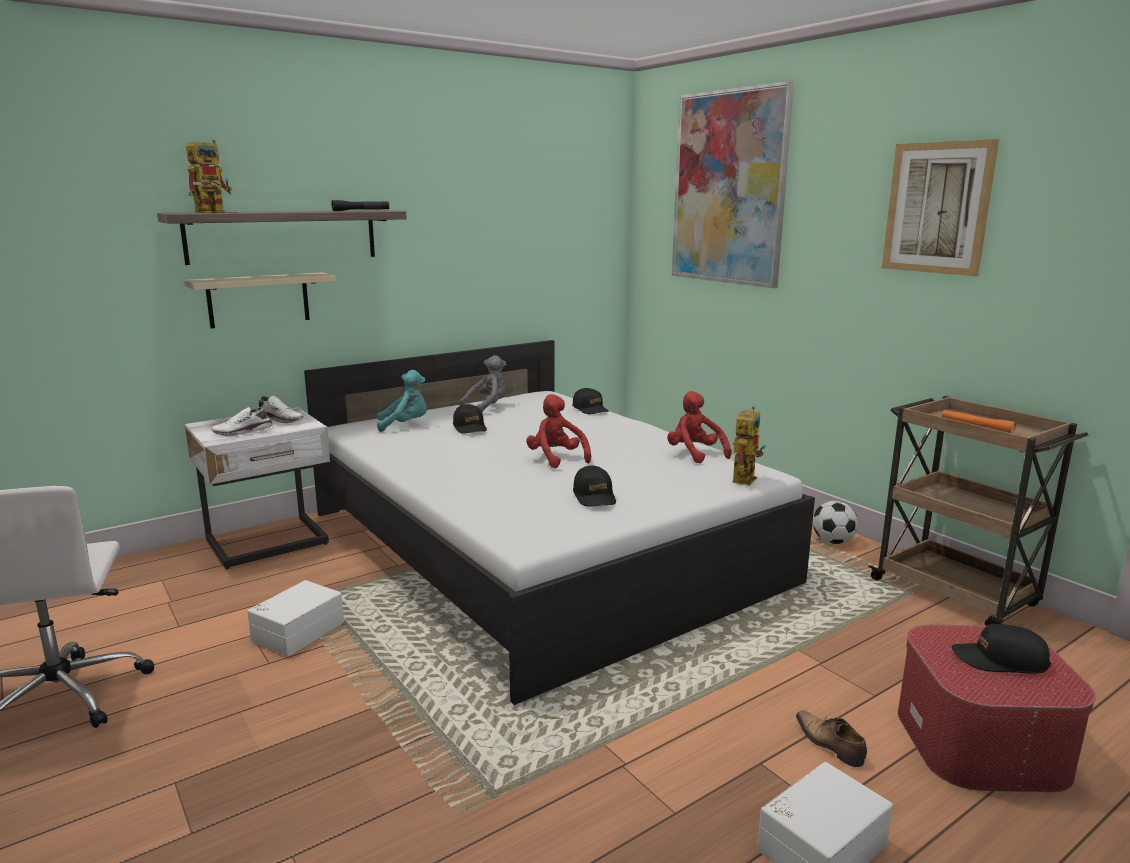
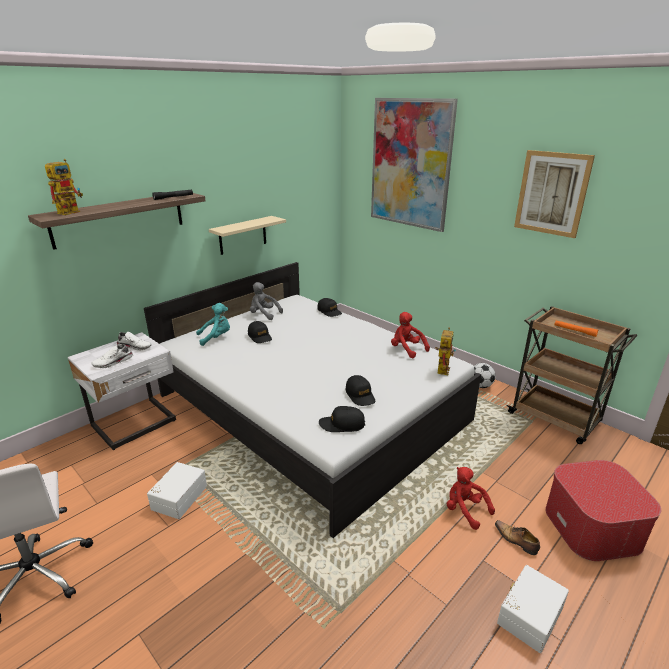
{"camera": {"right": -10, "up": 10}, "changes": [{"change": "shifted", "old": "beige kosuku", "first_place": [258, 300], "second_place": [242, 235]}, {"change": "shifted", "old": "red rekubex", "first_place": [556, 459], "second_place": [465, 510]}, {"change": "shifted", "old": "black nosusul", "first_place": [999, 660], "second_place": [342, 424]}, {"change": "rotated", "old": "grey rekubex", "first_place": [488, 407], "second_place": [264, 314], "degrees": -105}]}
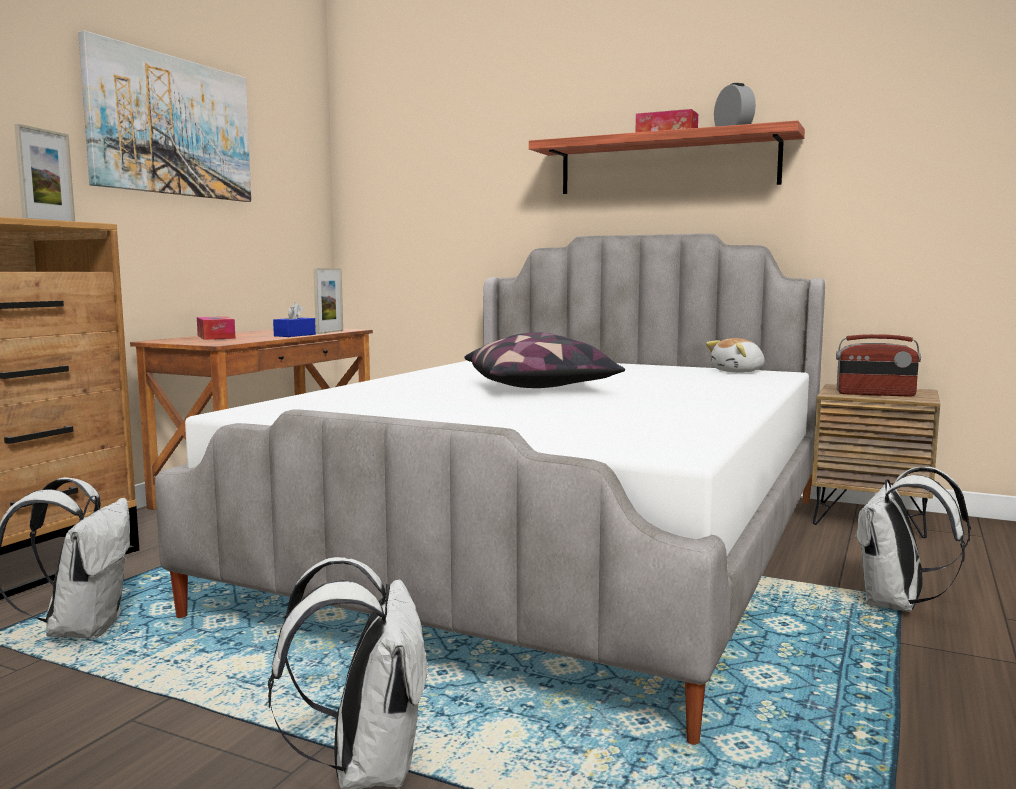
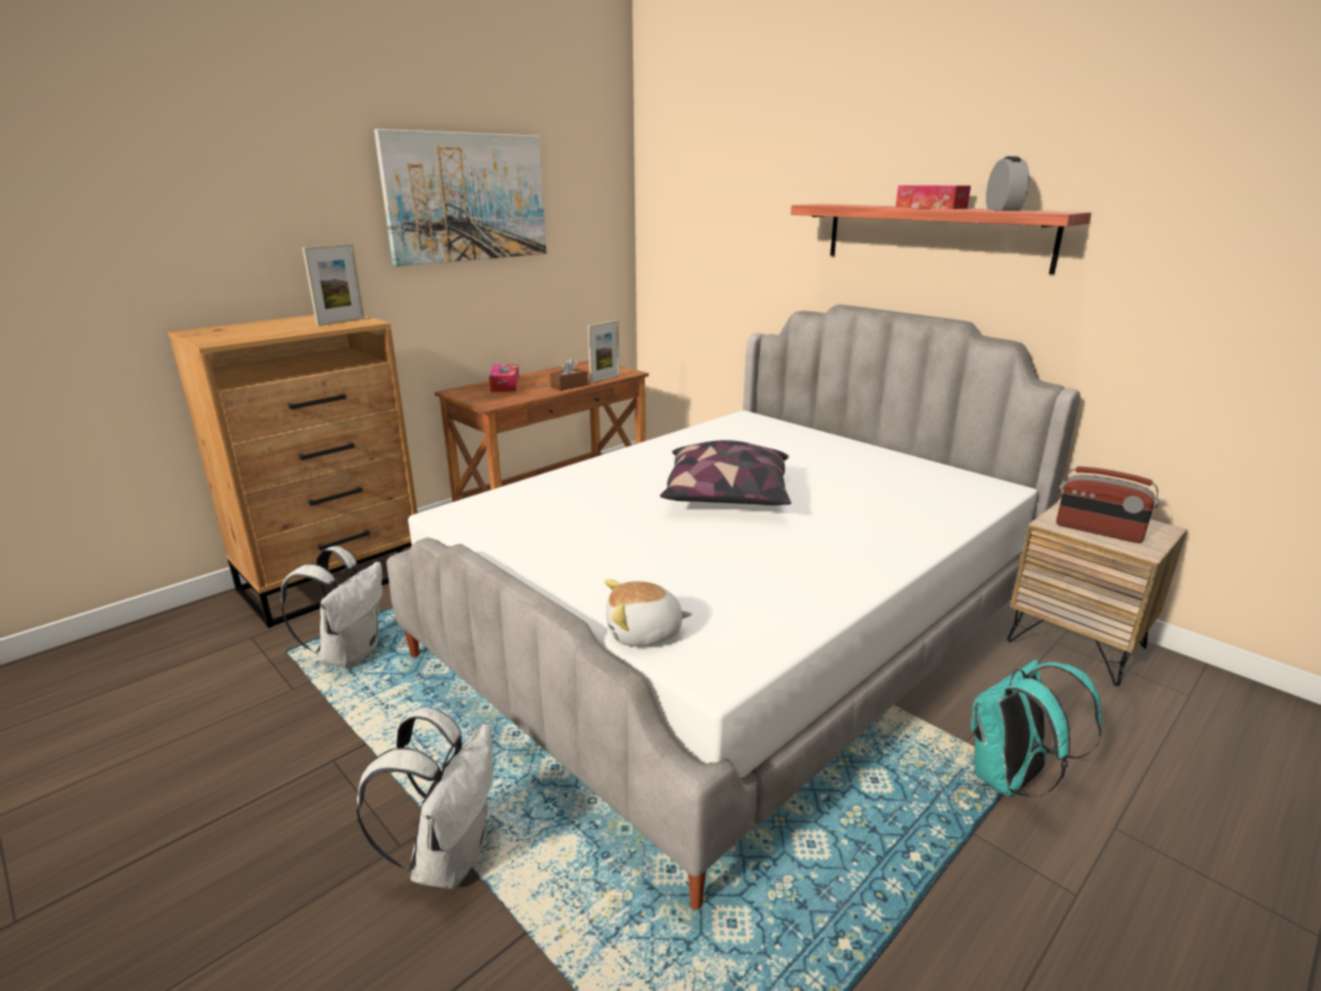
{"camera": {"right": 20, "up": 15}, "changes": [{"change": "shifted", "old": "rekubex", "first_place": [738, 372], "second_place": [644, 633]}, {"change": "repainted", "old": "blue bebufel", "new": "brown bebufel", "first_place": [295, 335], "second_place": [569, 386]}, {"change": "repainted", "old": "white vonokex", "new": "turquoise vonokex", "first_place": [897, 605], "second_place": [1010, 780]}]}
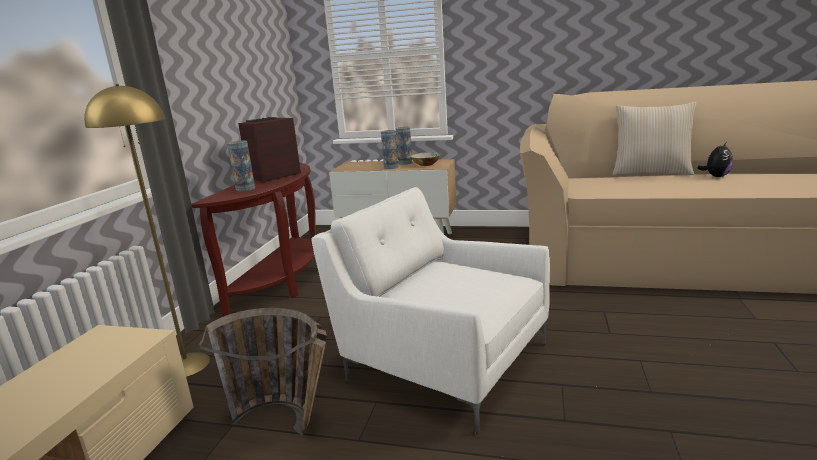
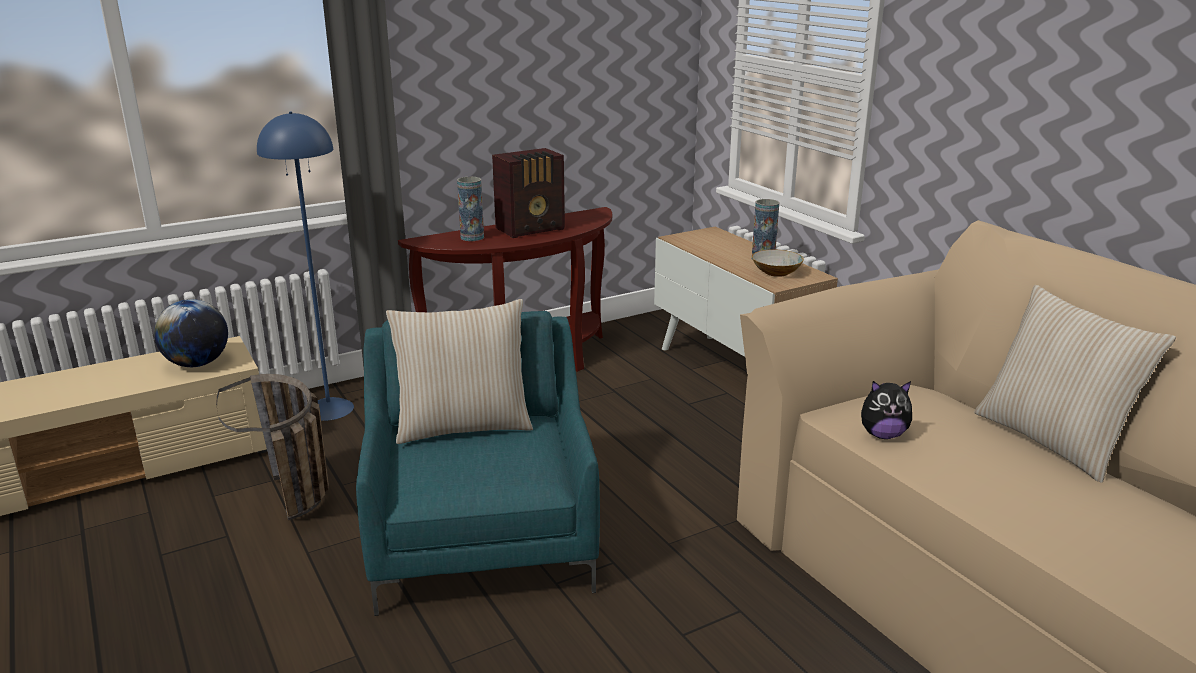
{"camera": {"right": 45, "up": 5}, "changes": [{"change": "gone", "old": "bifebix", "first_place": [391, 167]}, {"change": "new", "new": "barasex", "second_place": [197, 364]}, {"change": "new", "new": "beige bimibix", "second_place": [463, 426]}, {"change": "shifted", "old": "rekubex", "first_place": [716, 176], "second_place": [882, 435]}, {"change": "repainted", "old": "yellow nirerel", "new": "blue nirerel", "first_place": [186, 365], "second_place": [329, 409]}, {"change": "repainted", "old": "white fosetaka", "new": "turquoise fosetaka", "first_place": [442, 359], "second_place": [483, 536]}, {"change": "rotated", "old": "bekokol", "first_place": [273, 177], "second_place": [532, 229], "degrees": 150}]}
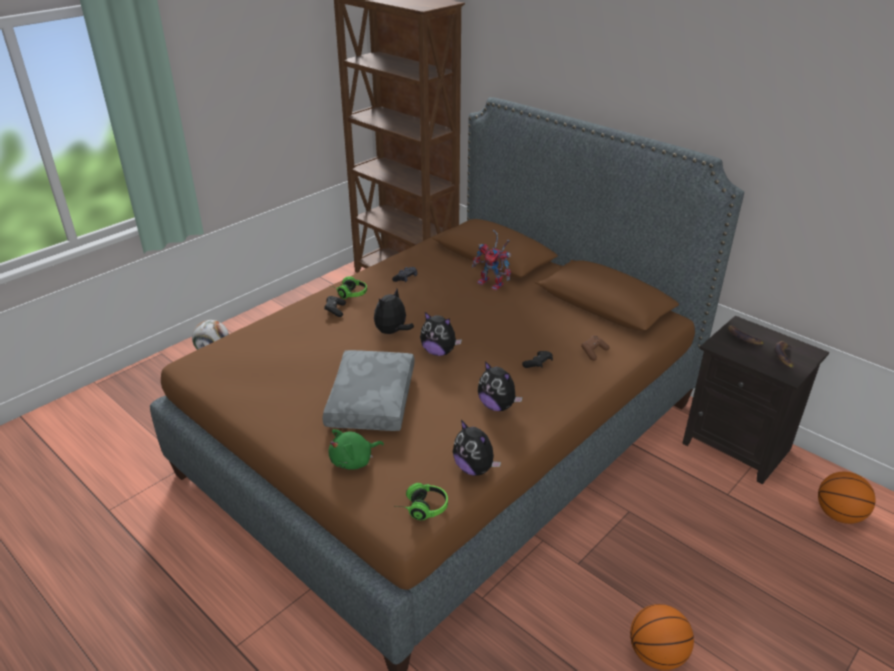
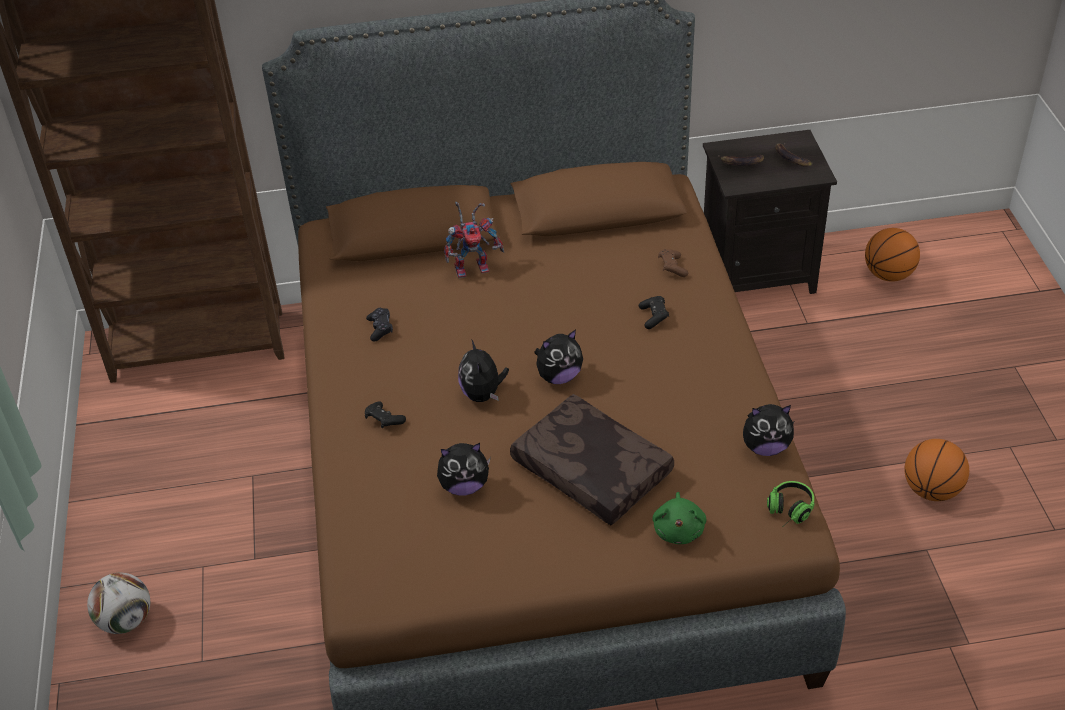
{"camera": {"right": -50, "up": 10}, "changes": [{"change": "gone", "old": "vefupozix", "first_place": [348, 293]}, {"change": "shifted", "old": "rekubex", "first_place": [497, 406], "second_place": [464, 486]}, {"change": "repainted", "old": "grey bimibix", "new": "brown bimibix", "first_place": [370, 399], "second_place": [589, 471]}]}
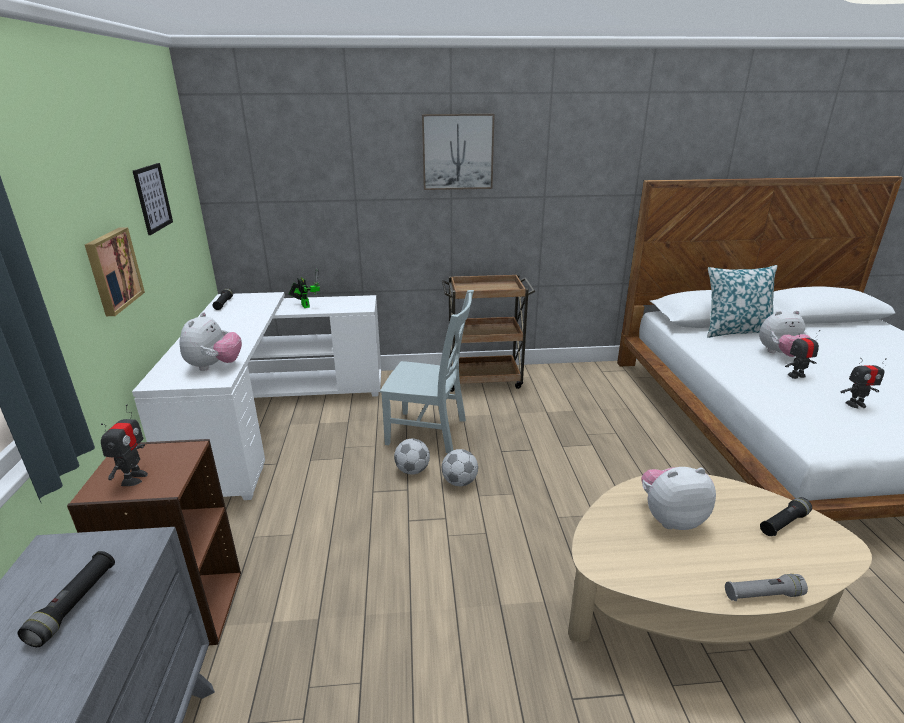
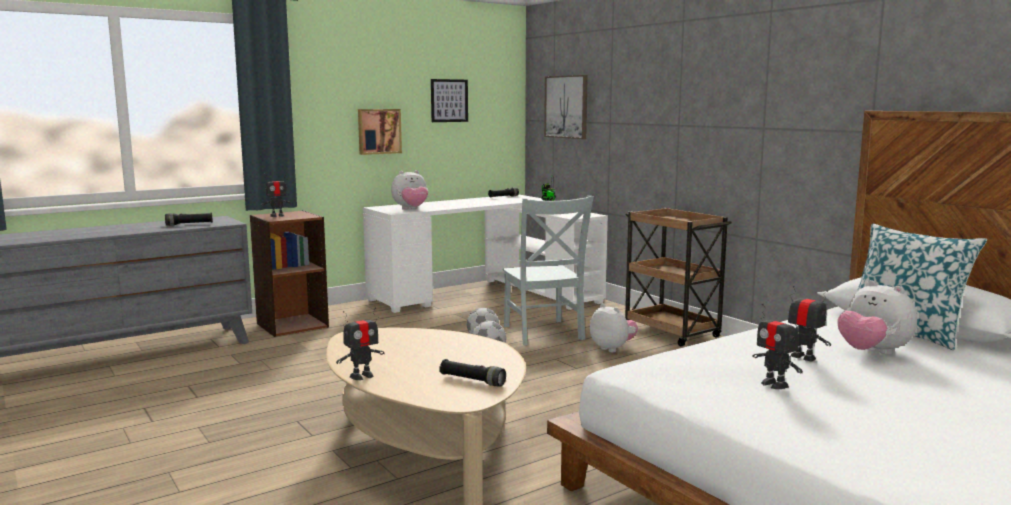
{"camera": {"right": 60, "up": -15}, "changes": [{"change": "shifted", "old": "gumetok", "first_place": [457, 152], "second_place": [566, 107]}, {"change": "shifted", "old": "rekubex", "first_place": [670, 518], "second_place": [613, 348]}, {"change": "swapped", "old": "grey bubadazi", "new": "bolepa", "first_place": [762, 595], "second_place": [362, 376]}]}
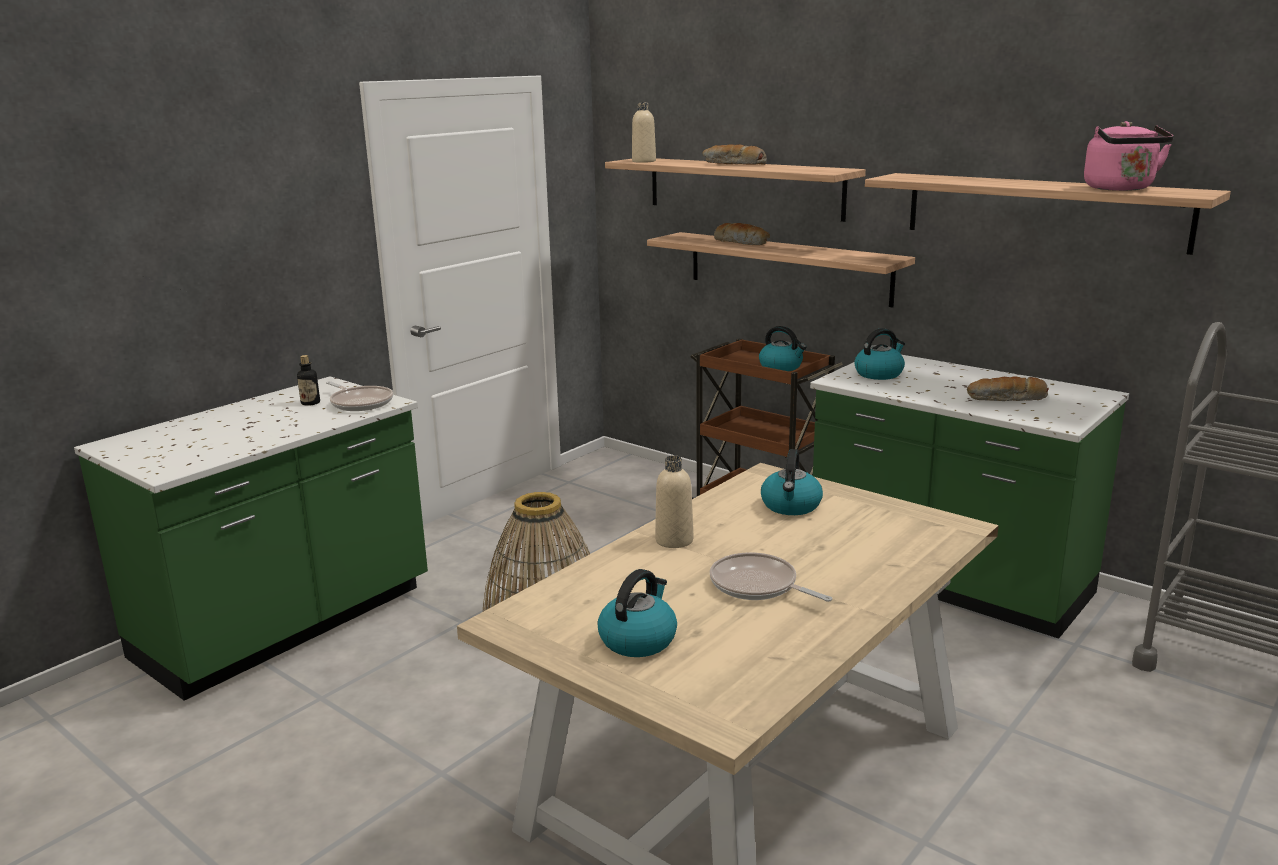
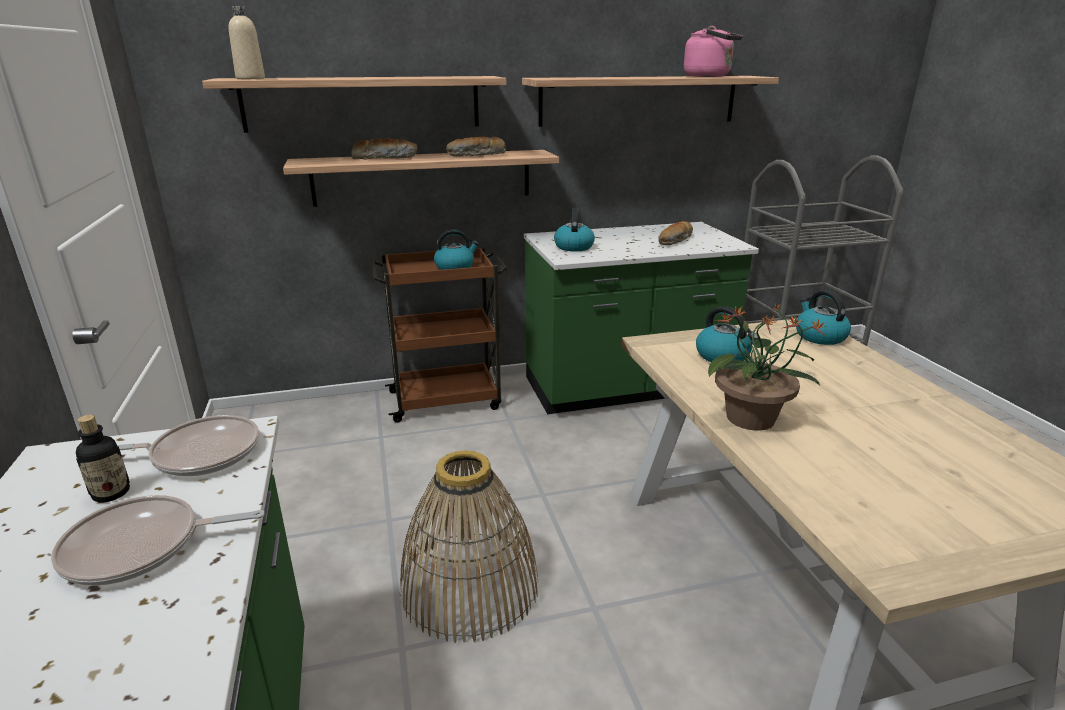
{"camera": {"right": -55, "up": 5}, "changes": [{"change": "shifted", "old": "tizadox", "first_place": [638, 639], "second_place": [819, 336]}, {"change": "shifted", "old": "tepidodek", "first_place": [733, 164], "second_place": [477, 155]}, {"change": "shifted", "old": "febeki", "first_place": [757, 586], "second_place": [141, 547]}, {"change": "swapped", "old": "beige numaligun", "new": "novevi", "first_place": [674, 540], "second_place": [752, 419]}]}
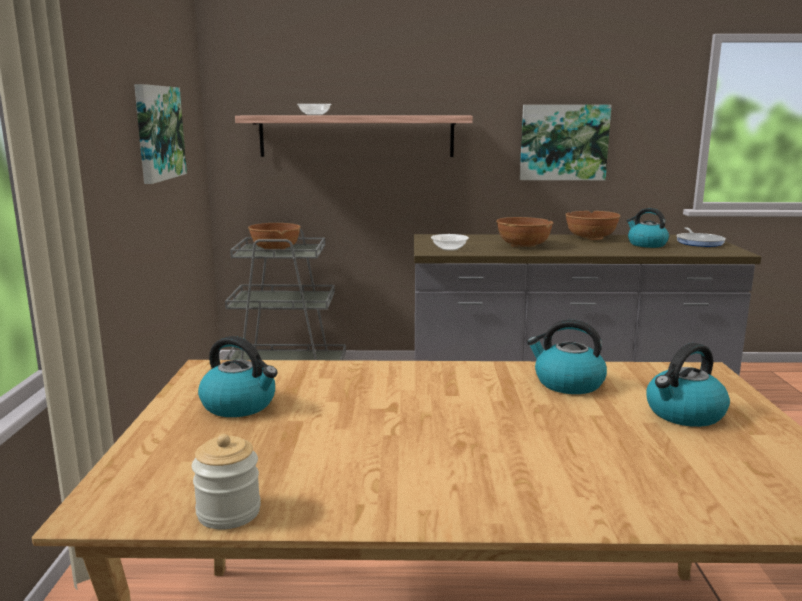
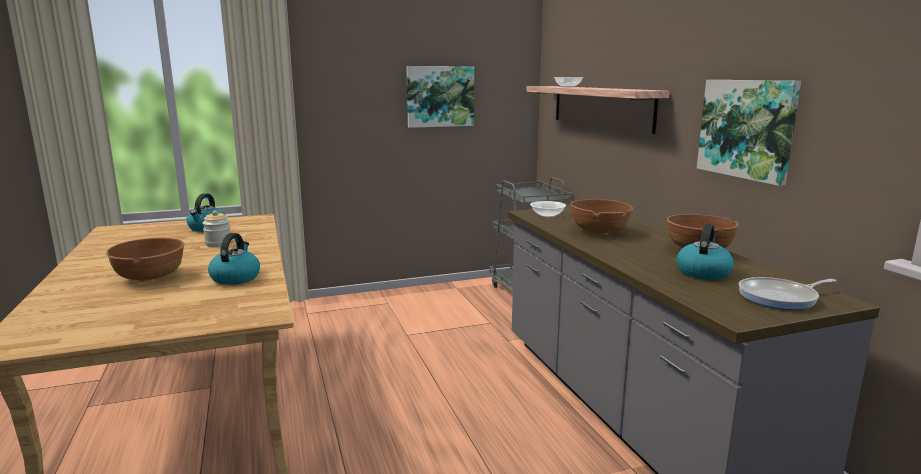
{"camera": {"right": 70, "up": 0}, "changes": [{"change": "gone", "old": "tizadox", "first_place": [684, 414]}, {"change": "shifted", "old": "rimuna", "first_place": [229, 512], "second_place": [218, 243]}, {"change": "shifted", "old": "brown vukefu", "first_place": [275, 249], "second_place": [150, 277]}]}
